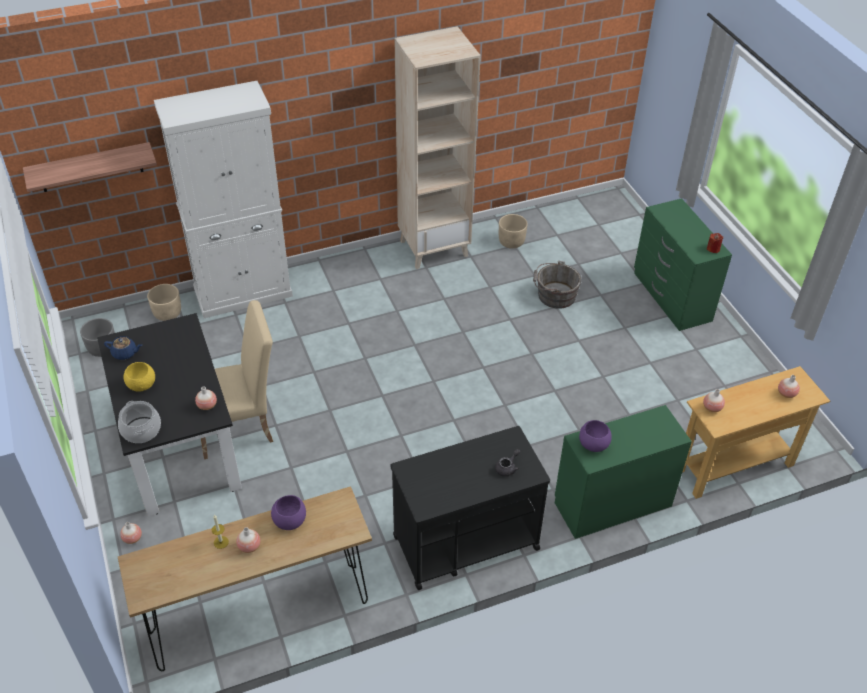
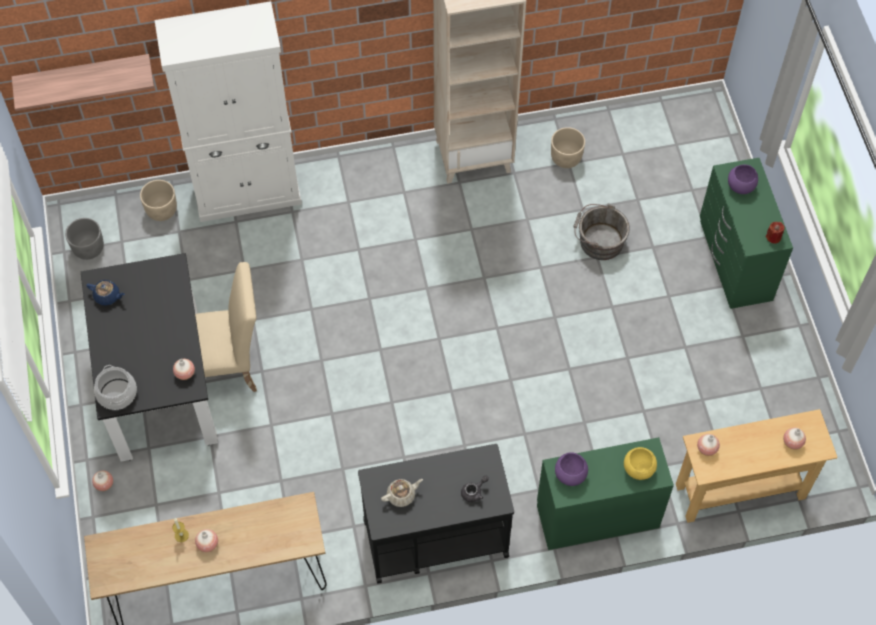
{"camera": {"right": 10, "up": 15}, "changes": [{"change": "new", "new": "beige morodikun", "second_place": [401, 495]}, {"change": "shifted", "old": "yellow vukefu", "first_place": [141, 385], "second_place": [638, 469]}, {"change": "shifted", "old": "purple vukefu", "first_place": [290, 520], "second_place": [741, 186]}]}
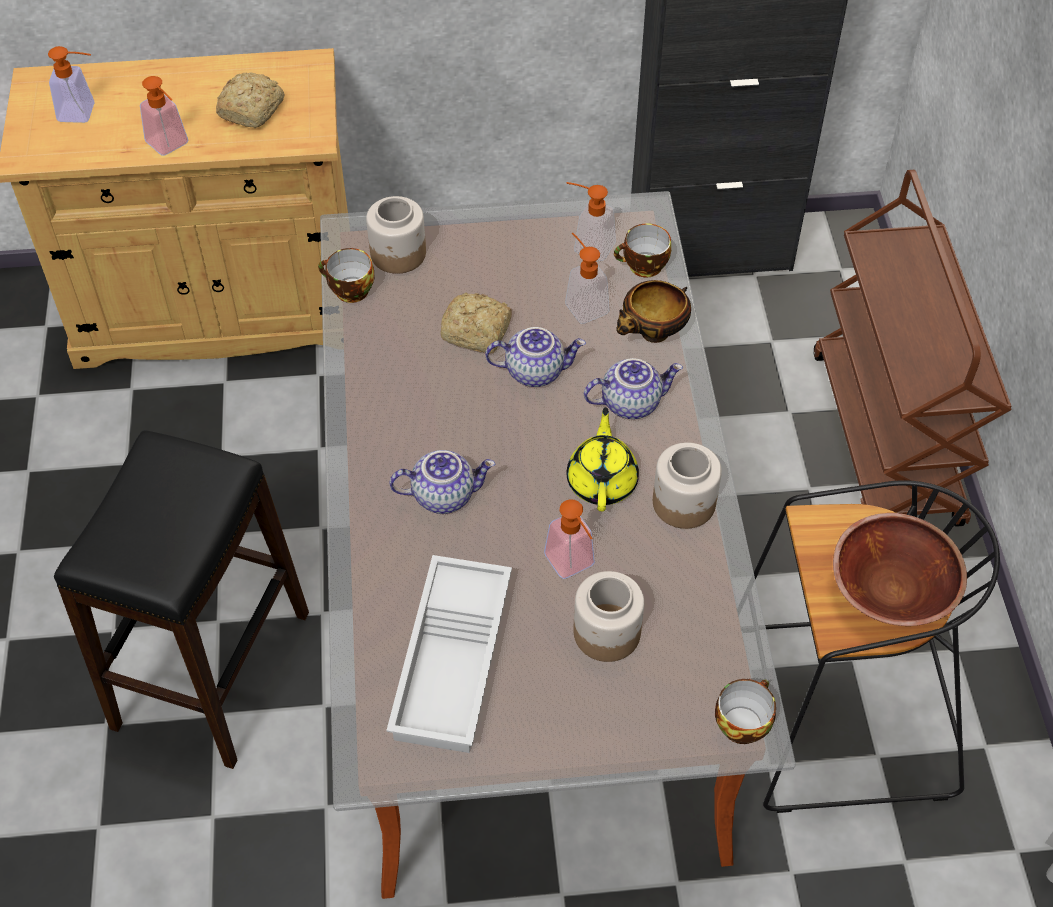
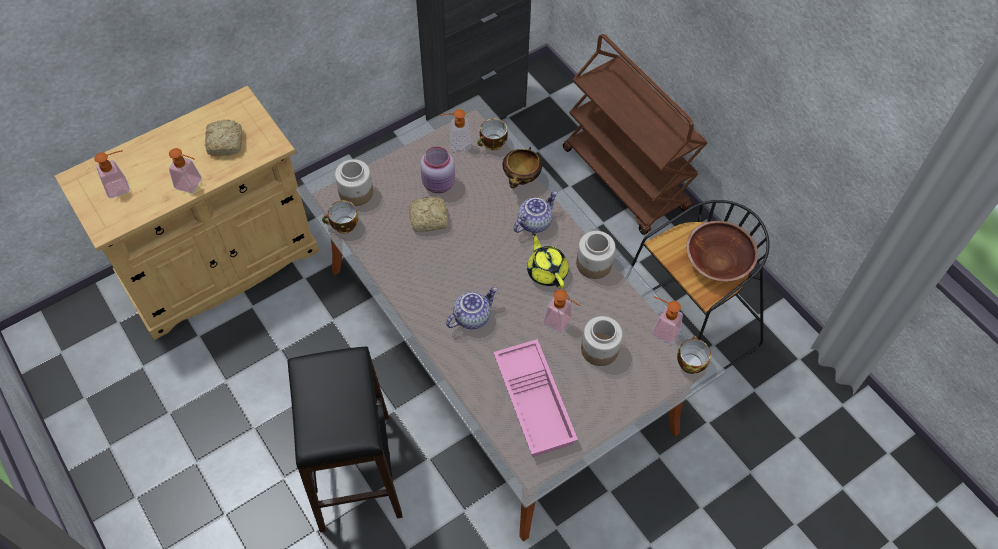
{"camera": {"right": -30, "up": 5}, "changes": [{"change": "gone", "old": "morodikun", "first_place": [535, 370]}, {"change": "new", "new": "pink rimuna", "second_place": [439, 184]}, {"change": "shifted", "old": "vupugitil", "first_place": [583, 304], "second_place": [661, 329]}, {"change": "repainted", "old": "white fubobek", "new": "pink fubobek", "first_place": [455, 662], "second_place": [536, 402]}]}
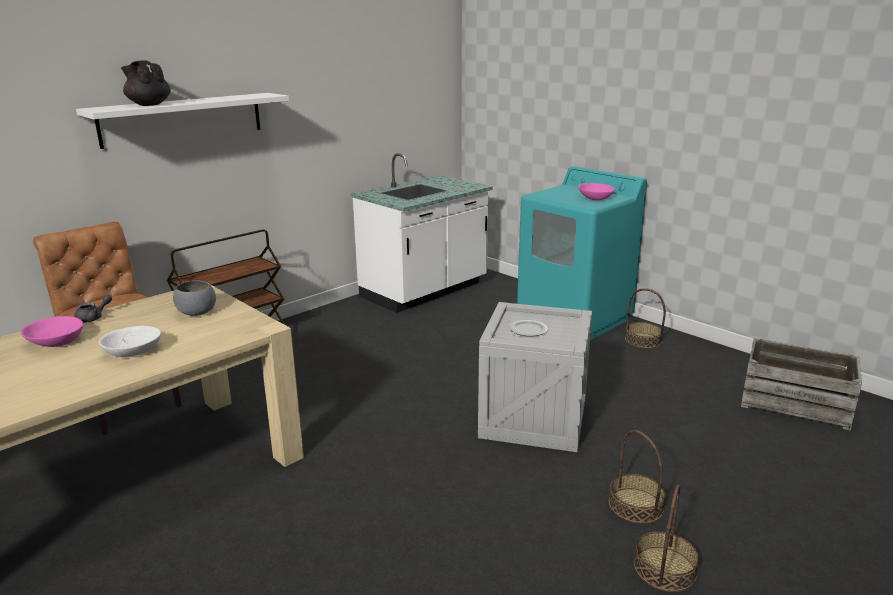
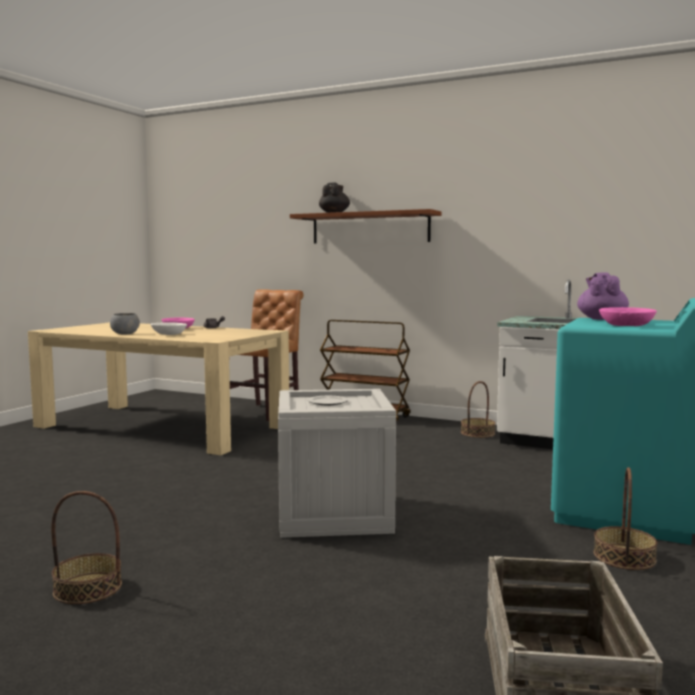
{"camera": {"right": 70, "up": -15}, "changes": [{"change": "new", "new": "purple morodikun", "second_place": [601, 319]}, {"change": "shifted", "old": "grey vukefu", "first_place": [197, 313], "second_place": [124, 334]}, {"change": "shifted", "old": "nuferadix", "first_place": [636, 505], "second_place": [477, 433]}, {"change": "repainted", "old": "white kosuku", "new": "brown kosuku", "first_place": [183, 119], "second_place": [370, 228]}]}
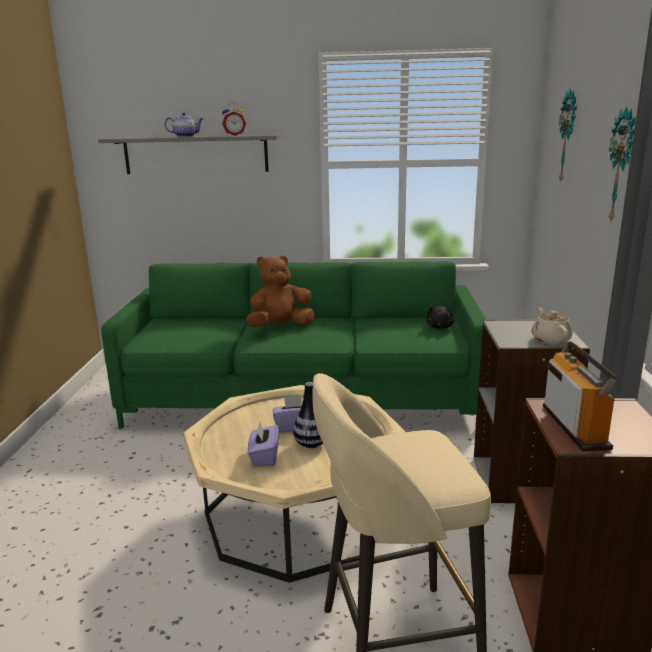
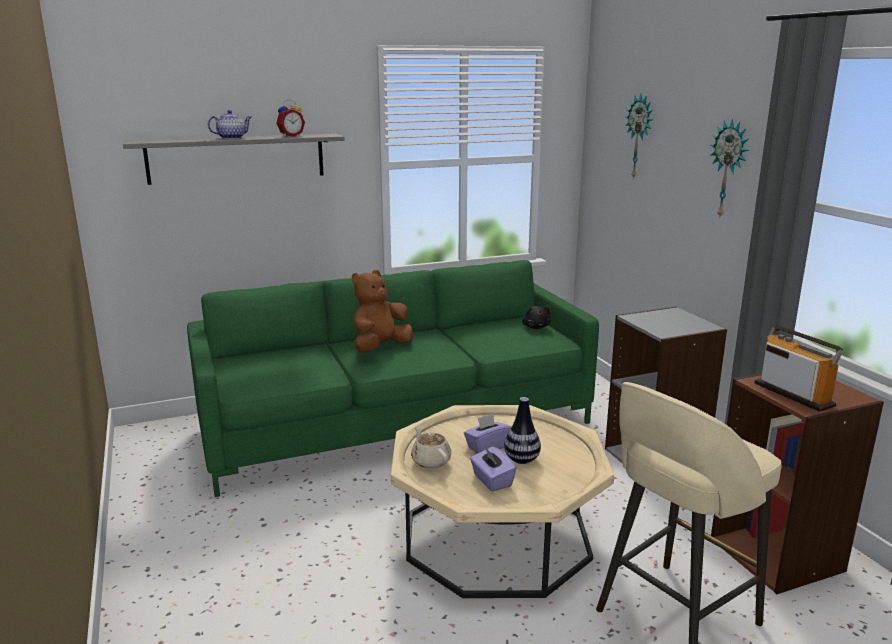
{"camera": {"right": -25, "up": 0}, "changes": [{"change": "shifted", "old": "beige morodikun", "first_place": [550, 339], "second_place": [430, 461]}]}
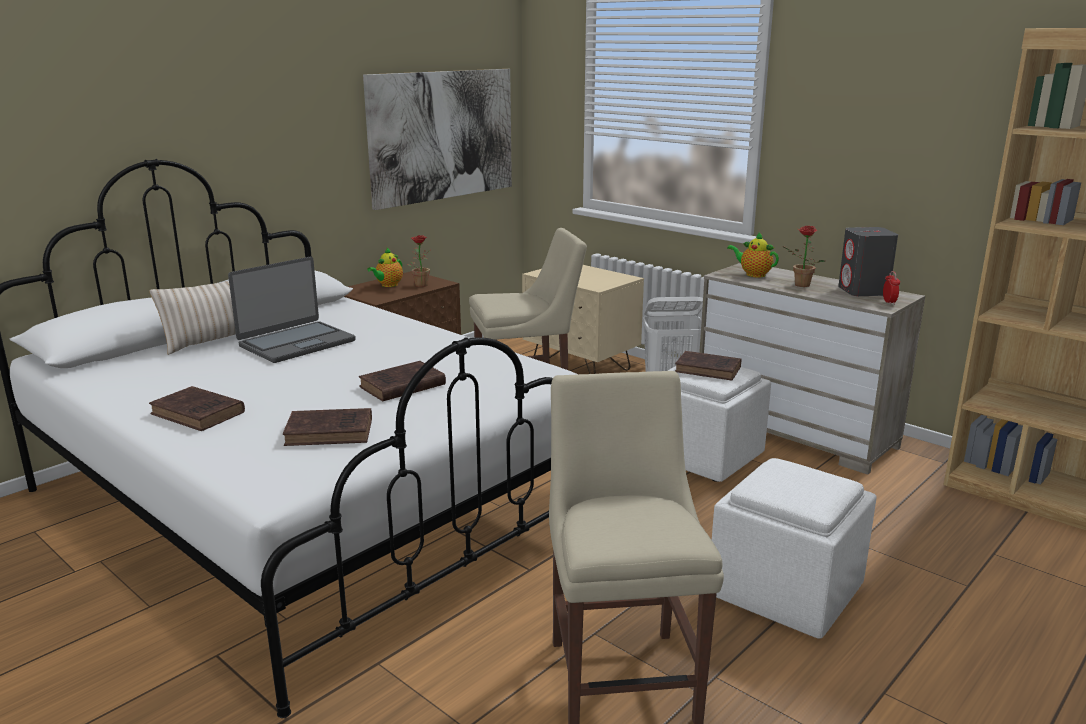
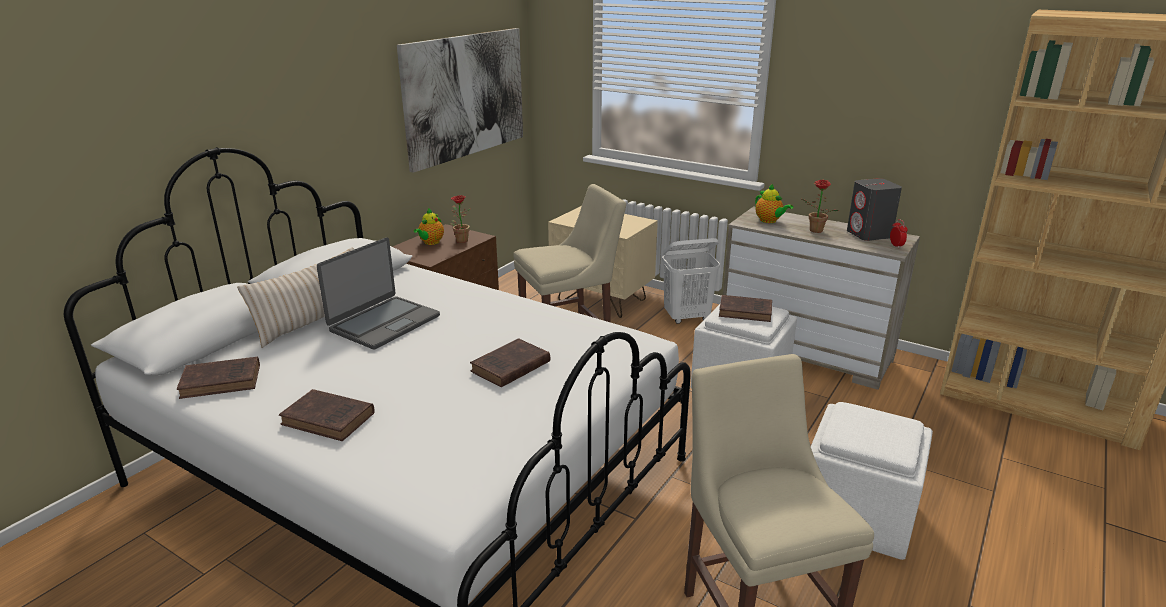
{"camera": {"right": -10, "up": 5}, "changes": [{"change": "shifted", "old": "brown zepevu", "first_place": [332, 432], "second_place": [223, 381]}, {"change": "rotated", "old": "morodikun", "first_place": [753, 274], "second_place": [769, 221], "degrees": -150}]}
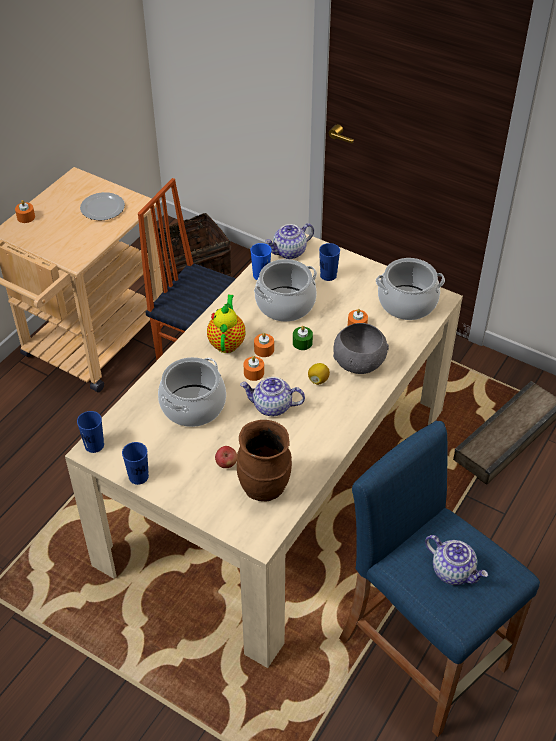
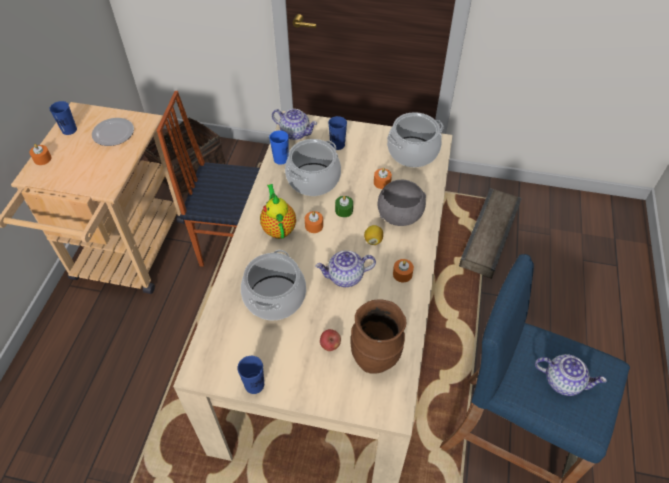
{"camera": {"right": -20, "up": 5}, "changes": [{"change": "shifted", "old": "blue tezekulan", "first_place": [94, 445], "second_place": [69, 130]}, {"change": "shifted", "old": "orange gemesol", "first_place": [254, 373], "second_place": [402, 274]}, {"change": "rotated", "old": "morodikun", "first_place": [289, 252], "second_place": [295, 133], "degrees": -105}]}
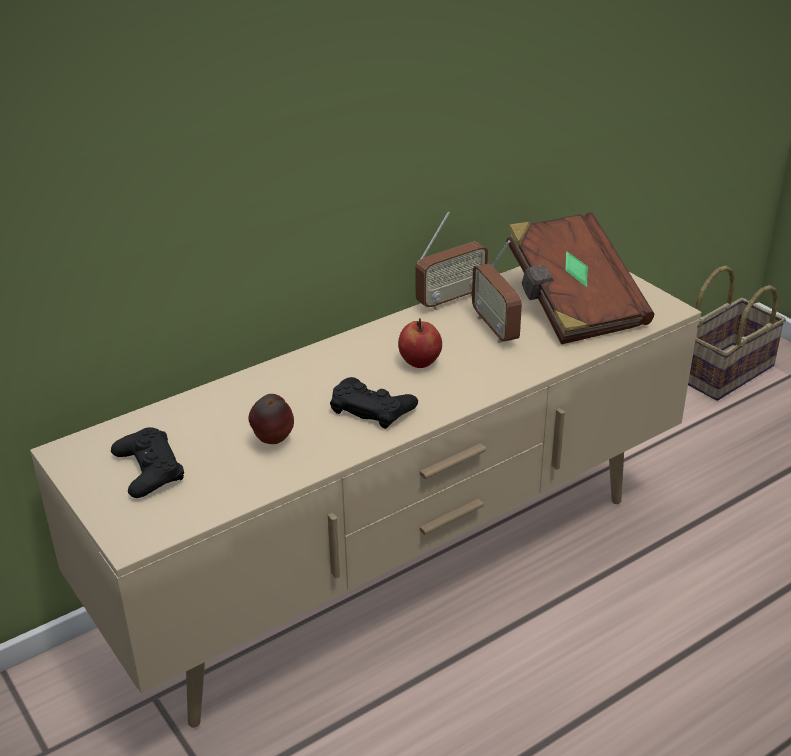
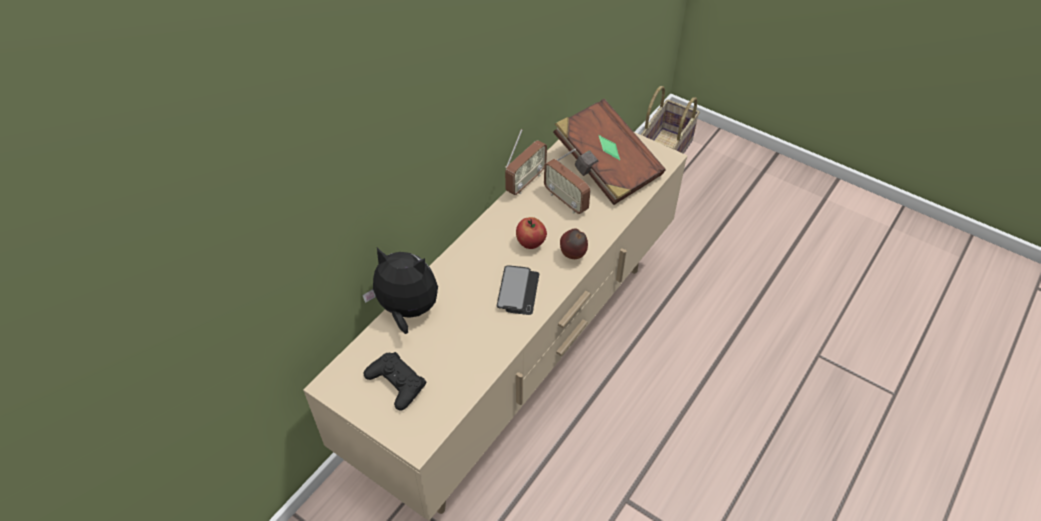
{"camera": {"right": -20, "up": 15}, "changes": [{"change": "new", "new": "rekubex", "second_place": [407, 311]}, {"change": "shifted", "old": "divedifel", "first_place": [273, 441], "second_place": [573, 256]}, {"change": "swapped", "old": "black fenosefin", "new": "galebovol", "first_place": [372, 408], "second_place": [518, 291]}]}
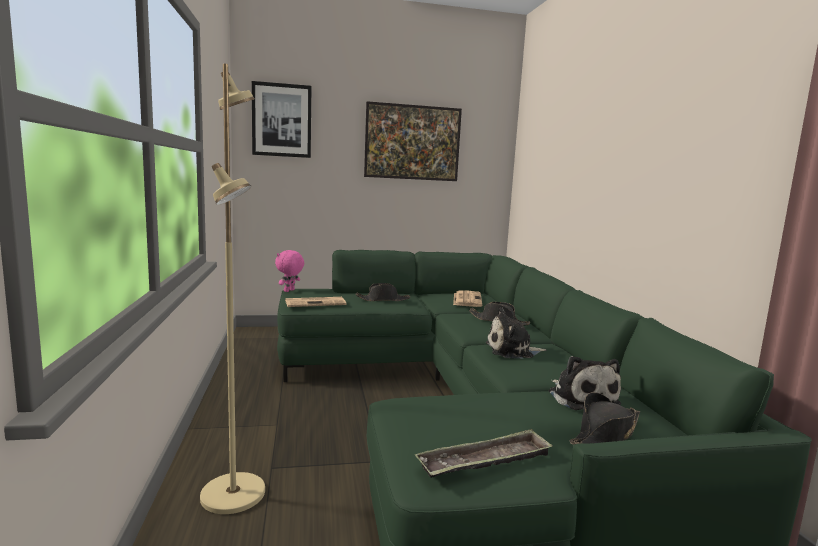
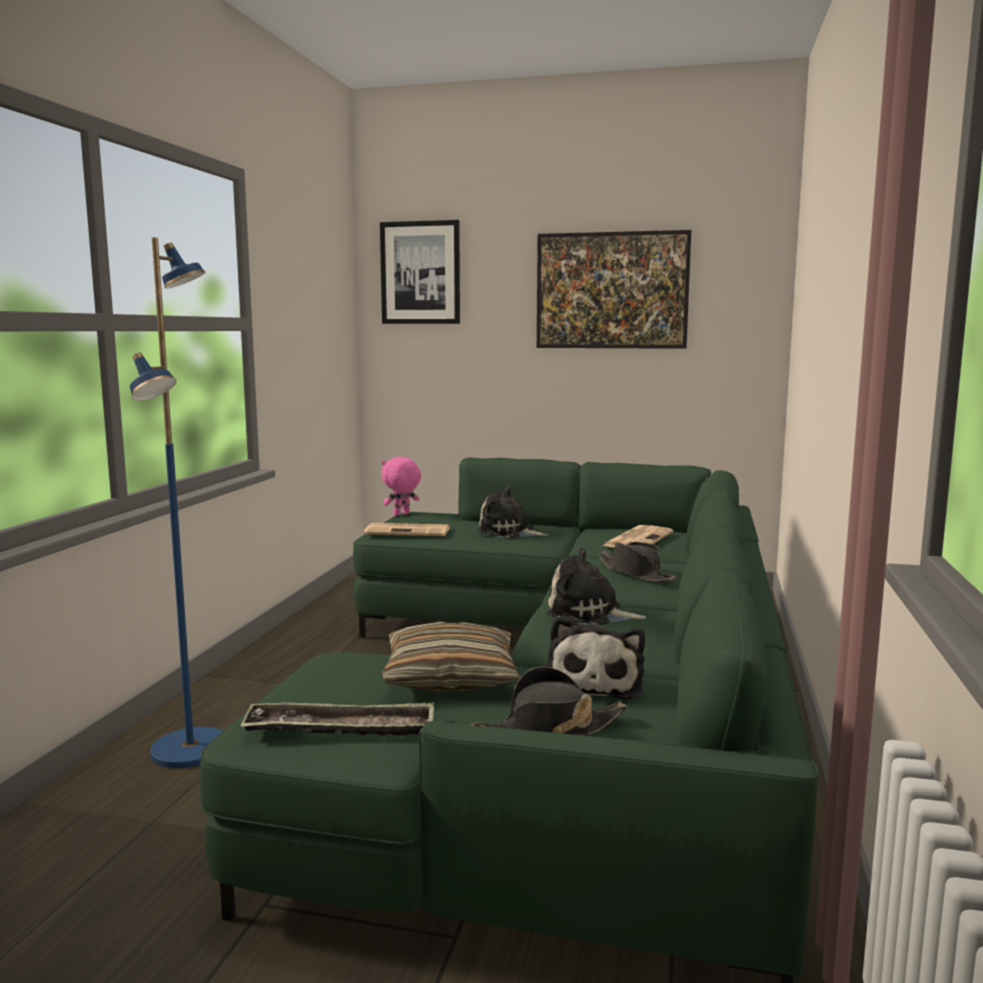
{"camera": {"right": 25, "up": 0}, "changes": [{"change": "new", "new": "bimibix", "second_place": [450, 676]}, {"change": "swapped", "old": "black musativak", "new": "rekubex", "first_place": [383, 299], "second_place": [509, 532]}, {"change": "repainted", "old": "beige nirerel", "new": "blue nirerel", "first_place": [234, 494], "second_place": [192, 749]}]}
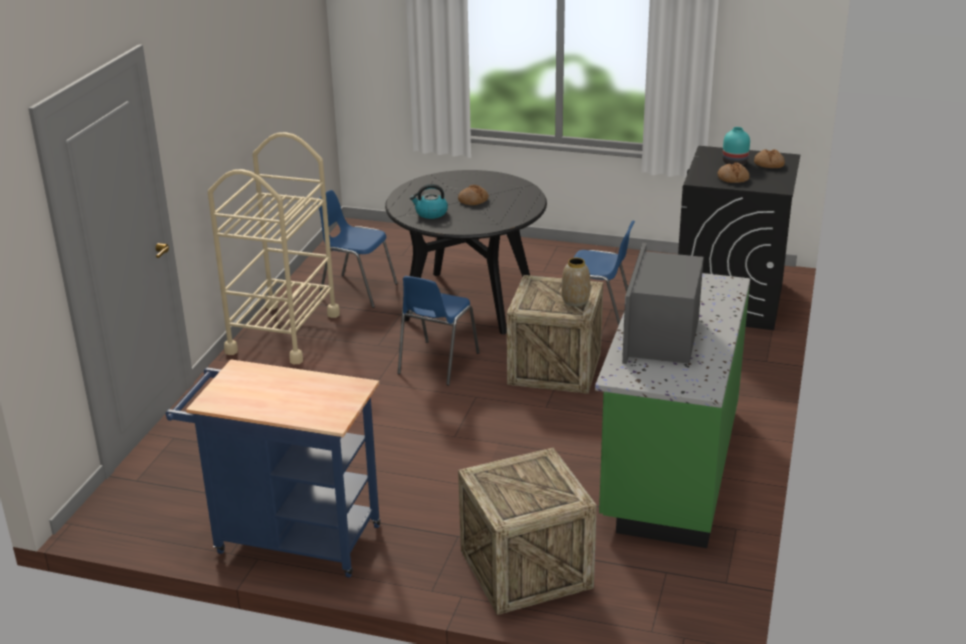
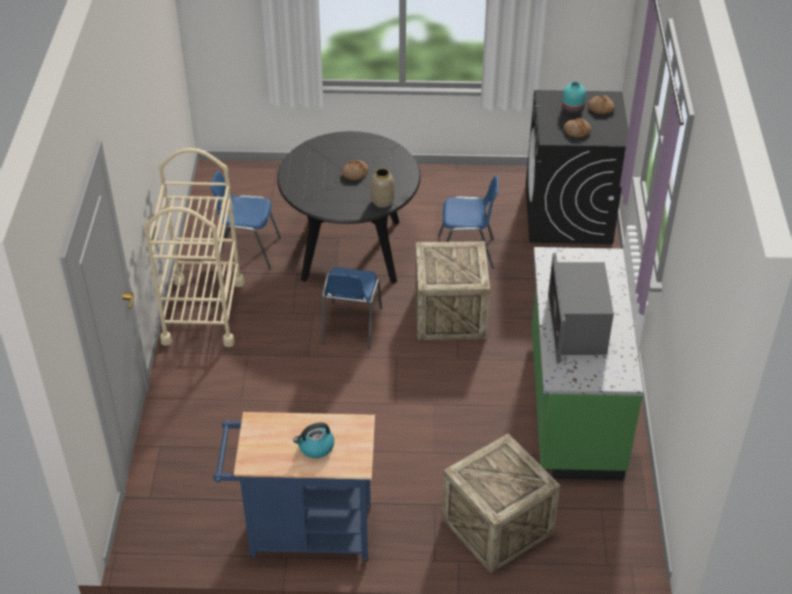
{"camera": {"right": -15, "up": 15}, "changes": [{"change": "shifted", "old": "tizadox", "first_place": [430, 213], "second_place": [315, 447]}, {"change": "shifted", "old": "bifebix", "first_place": [575, 301], "second_place": [383, 201]}]}
